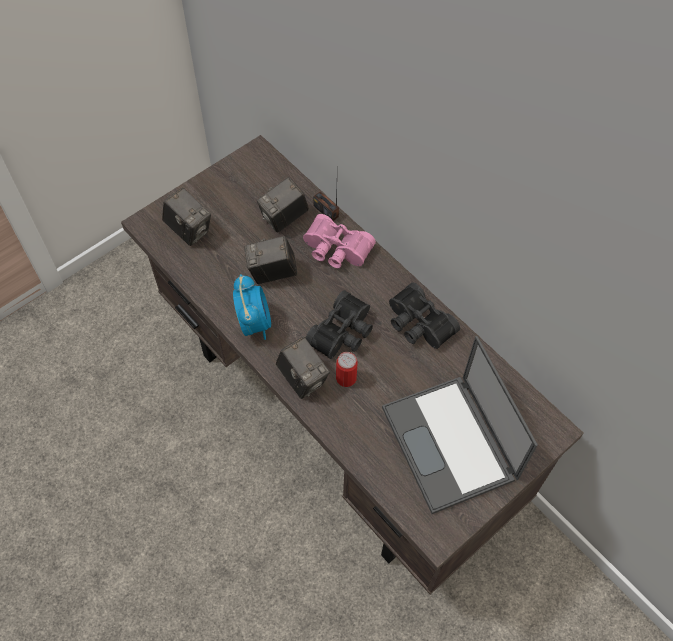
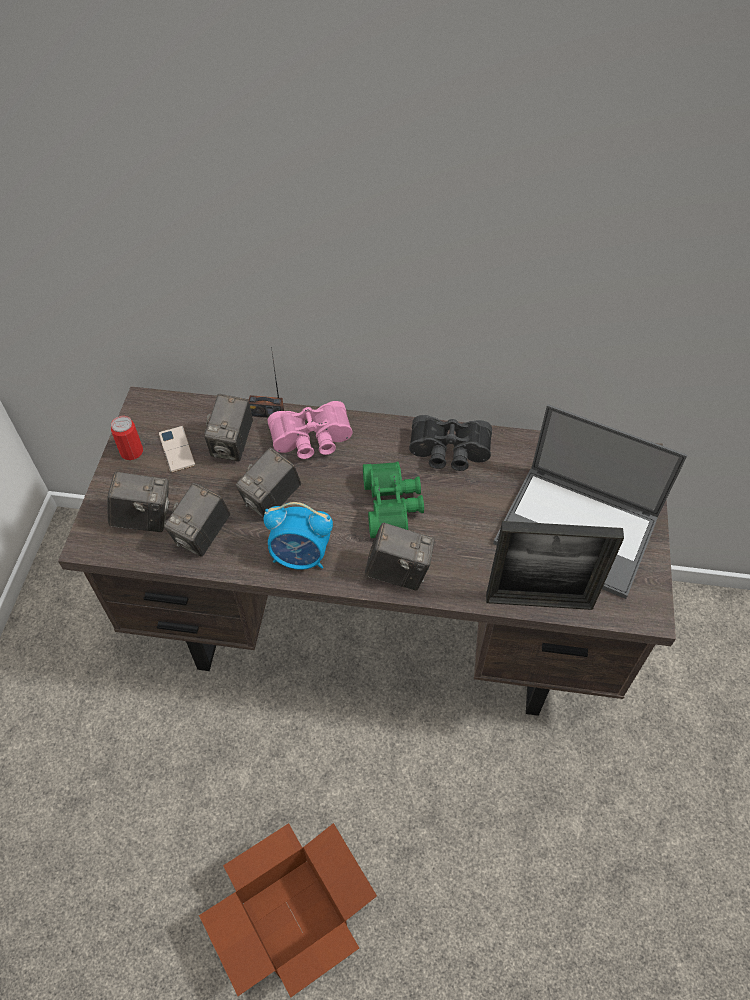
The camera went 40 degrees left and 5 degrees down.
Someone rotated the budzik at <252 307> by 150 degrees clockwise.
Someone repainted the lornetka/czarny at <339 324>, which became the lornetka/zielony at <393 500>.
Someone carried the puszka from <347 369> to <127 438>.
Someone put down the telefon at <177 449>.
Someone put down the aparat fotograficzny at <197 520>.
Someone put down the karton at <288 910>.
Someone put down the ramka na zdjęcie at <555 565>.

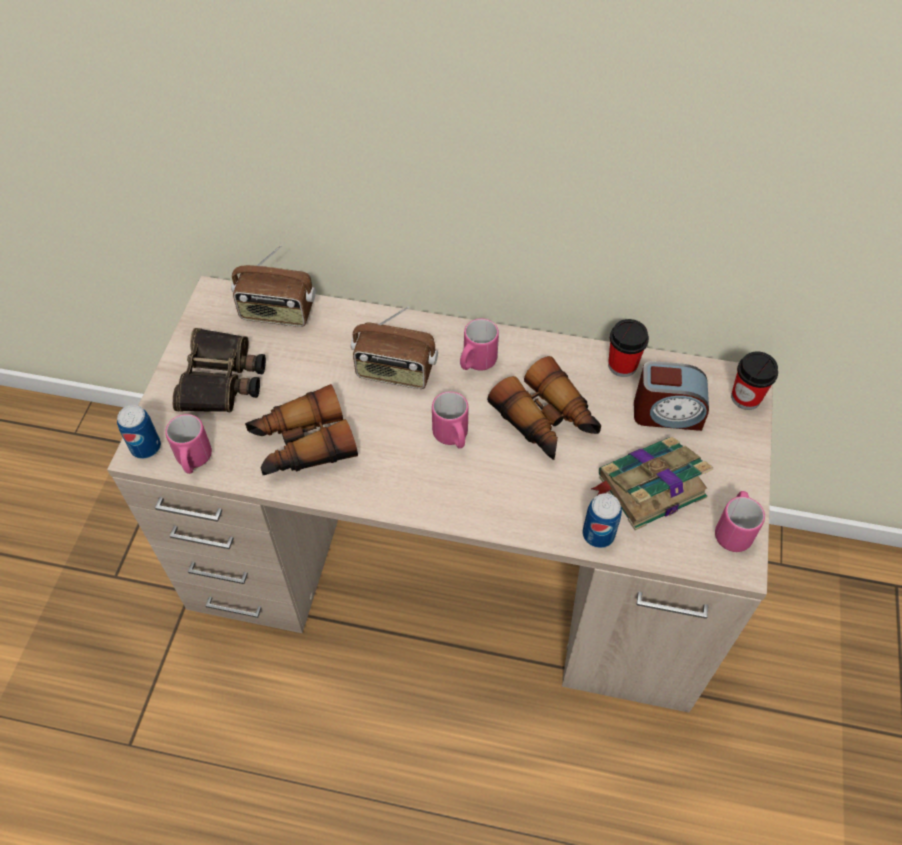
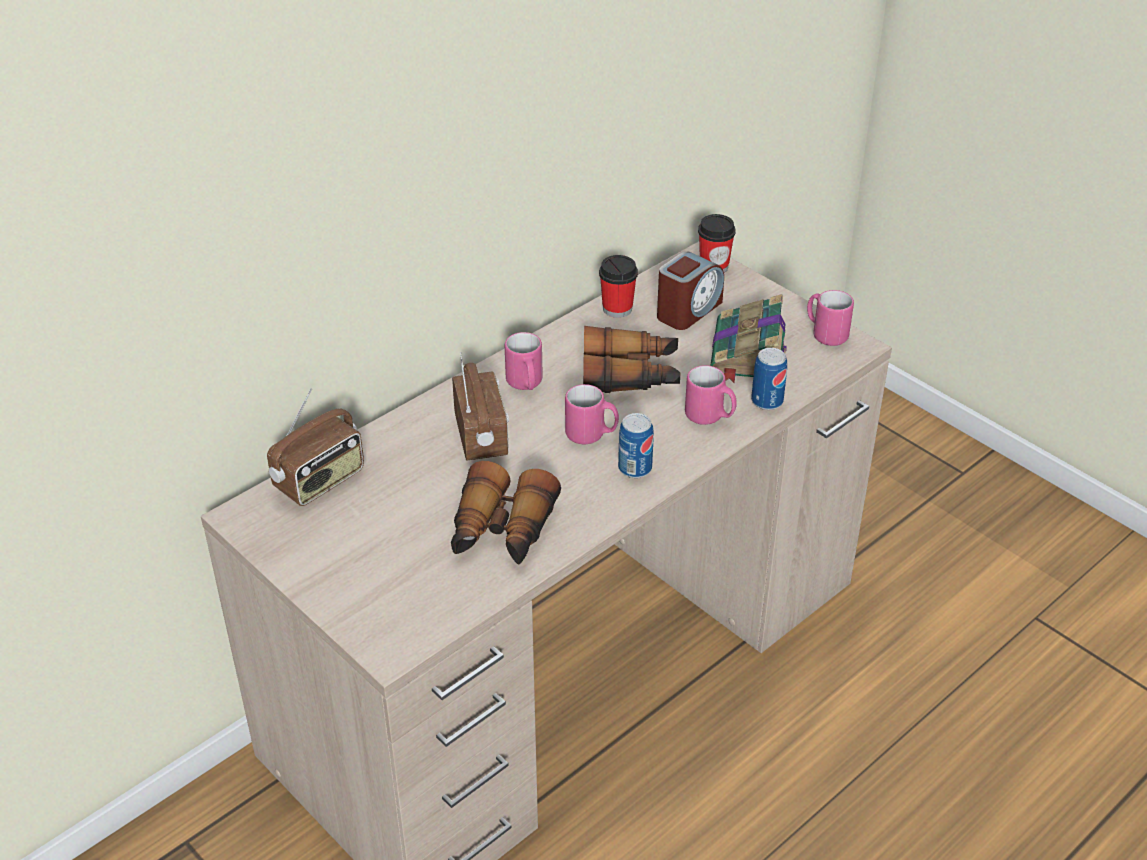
The camera went 55 degrees left and 15 degrees down.
Someone carried the puszka from <139 432> to <636 445>.
Someone carried the kubek/różowy from <188 444> to <711 395>.
Someone took away the lornetka at <219 370>.
Someone rotated the radio at <394 348> by 60 degrees counterclockwise.

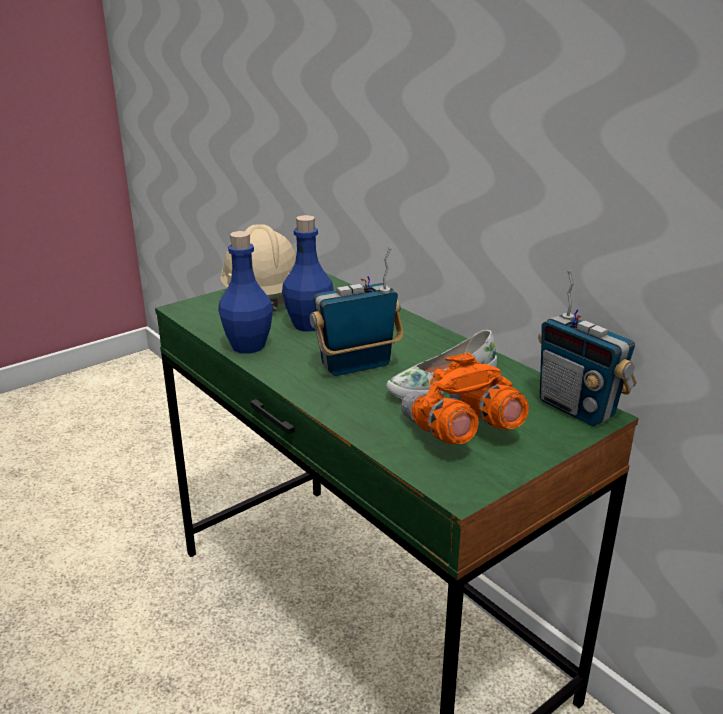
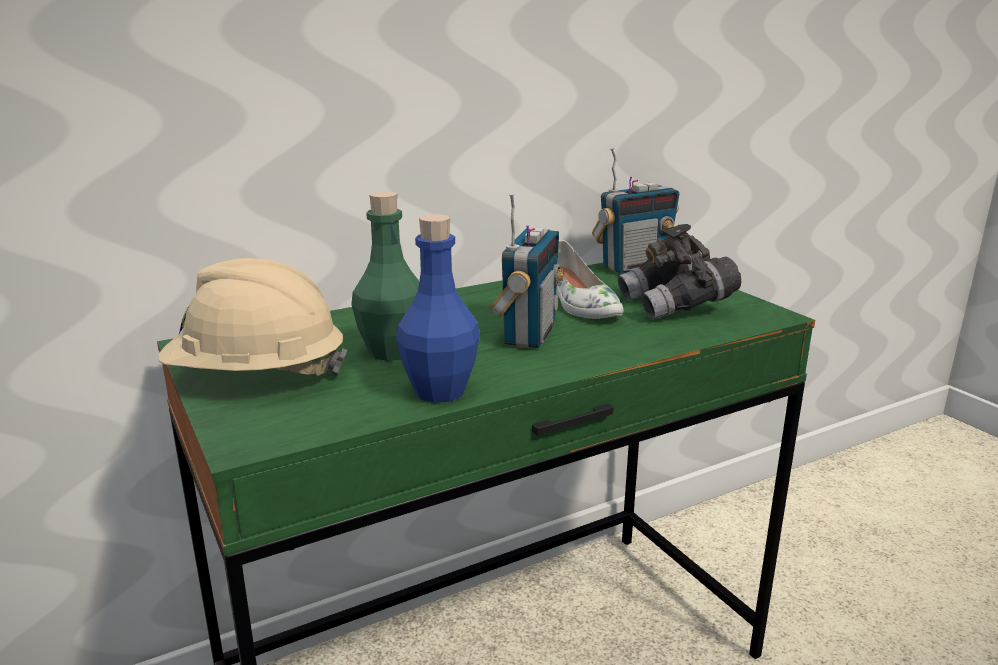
The camera went 80 degrees left and 5 degrees down.
Someone repainted the butelka/niebieski at <308 273>, which became the butelka/zielony at <385 276>.
Someone rotated the radio at <356 311> by 150 degrees counterclockwise.
Someone repainted the lornetka/pomarańczowy at <465 398>, which became the lornetka/szary at <679 272>.

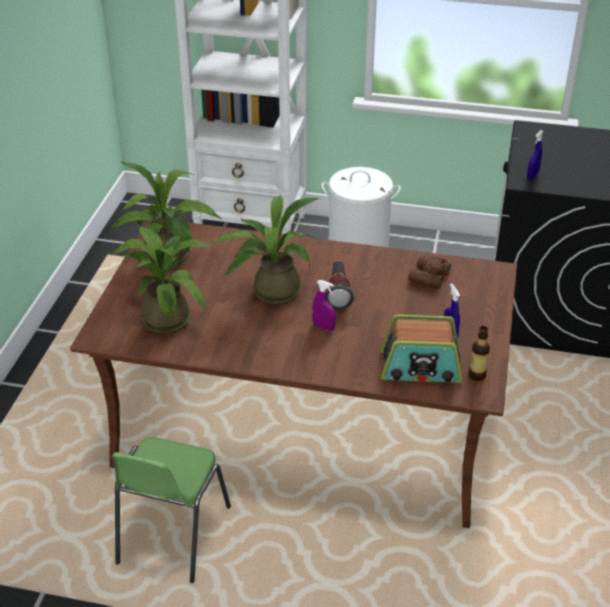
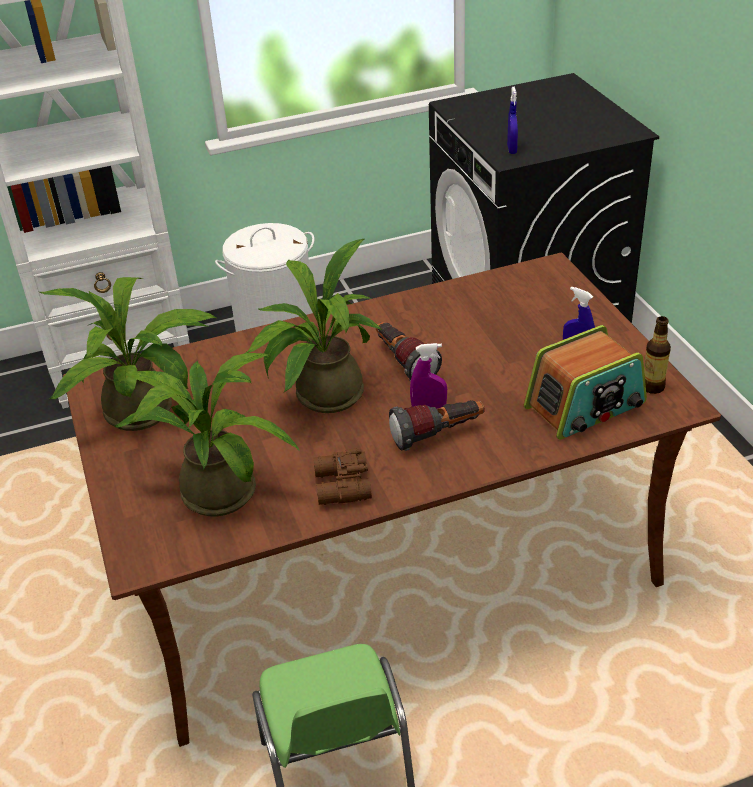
The camera went 30 degrees left and 0 degrees up.
Someone carried the lornetka/brązowy from <429 272> to <342 476>.
Someone put down the latarka at <437 425>.

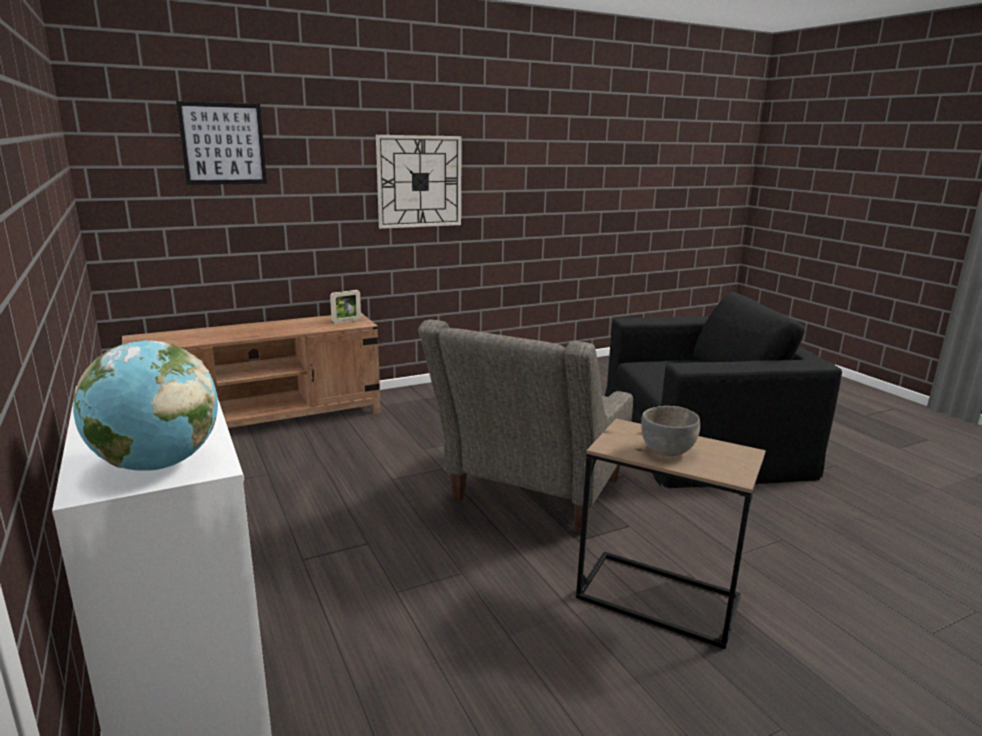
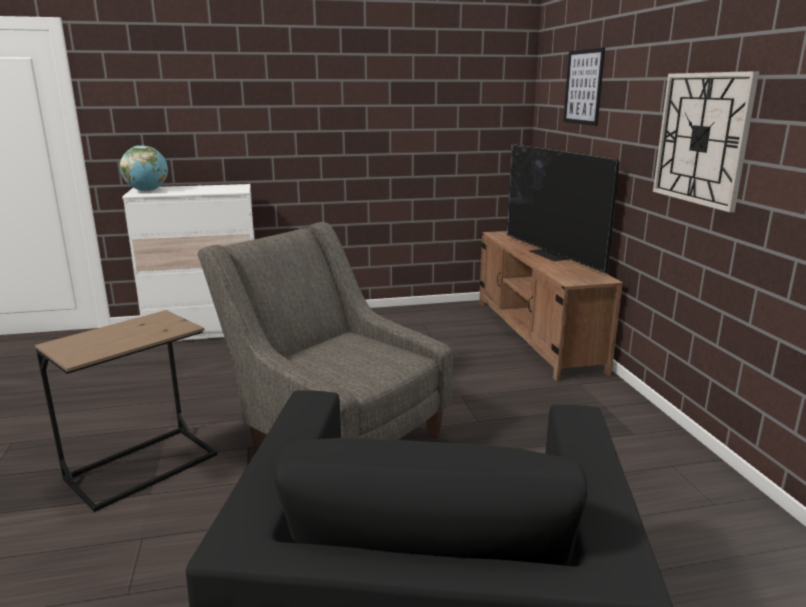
The camera went 105 degrees right and 0 degrees up.
Someone took away the ramka na zdjęcie at <345 307>.
Someone took away the miska/szary at <670 431>.
Someone put down the telewizor at <563 208>.

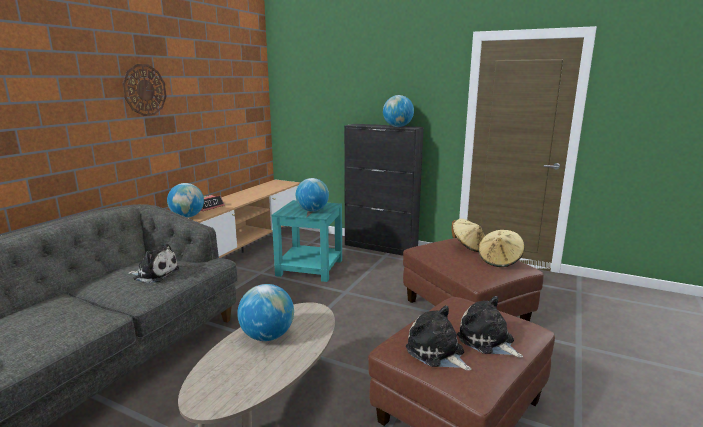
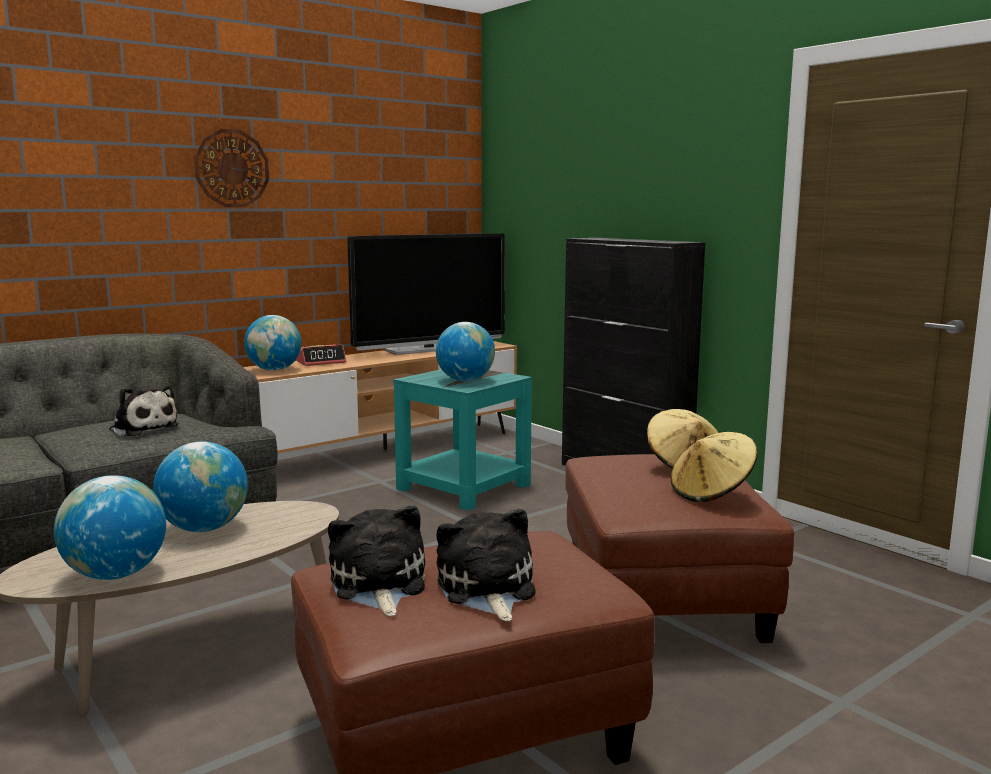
The camera went 25 degrees right and 5 degrees down.
Someone carried the globus from <398 111> to <110 527>.
Someone put down the telewizor at <426 294>.

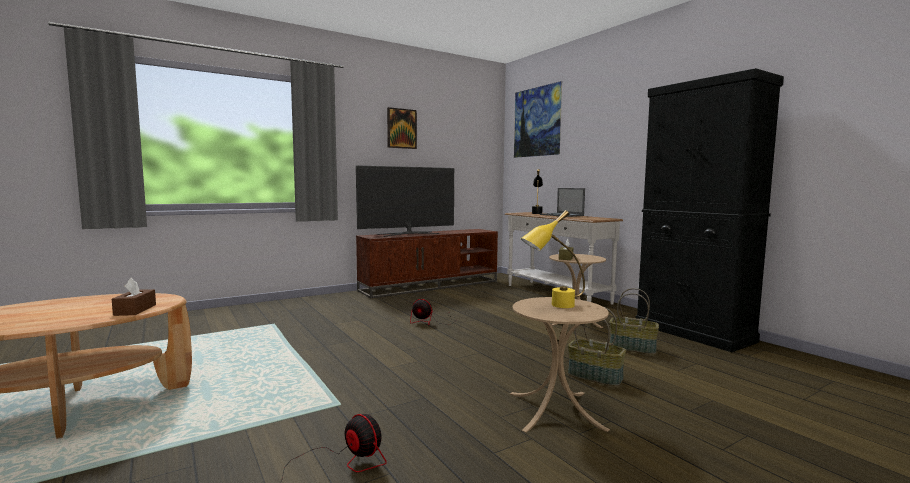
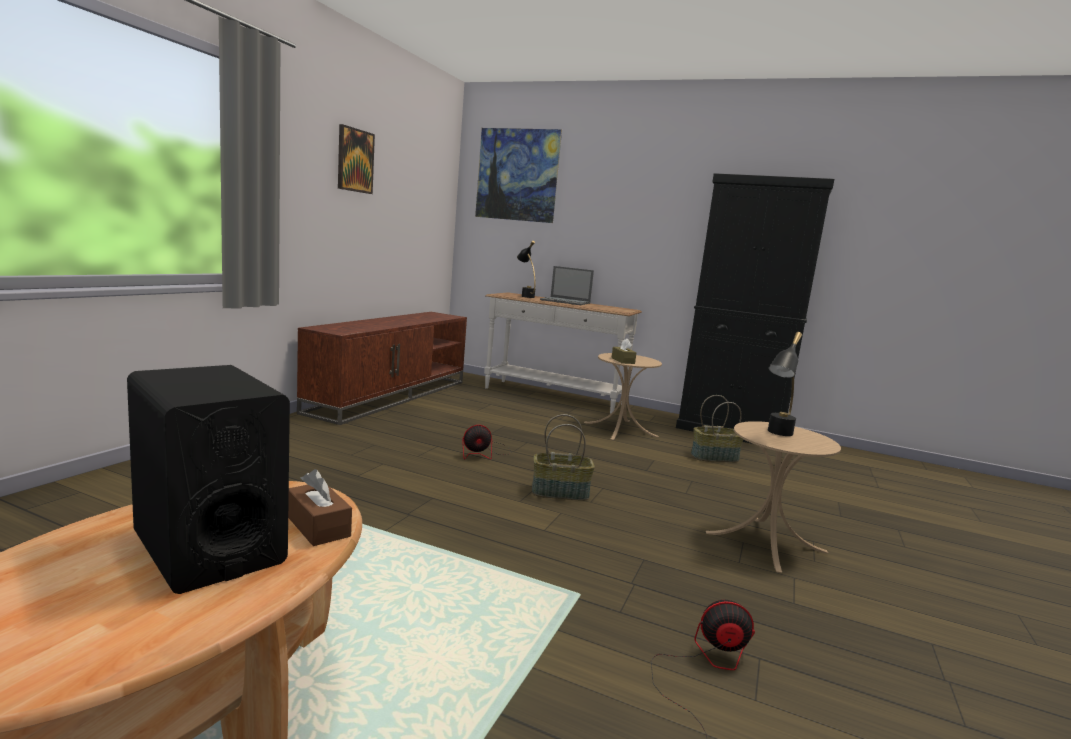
The camera went 35 degrees left and 5 degrees up.
Someone took away the telewizor at <405 201>.
Someone repainted the lampa stołowa/żółty at <553 259>, which became the lampa stołowa/czarny at <785 384>.
Someone carried the koszyk from <597 346> to <563 457>.
Someone put down the głośnik/czarny at <208 479>.

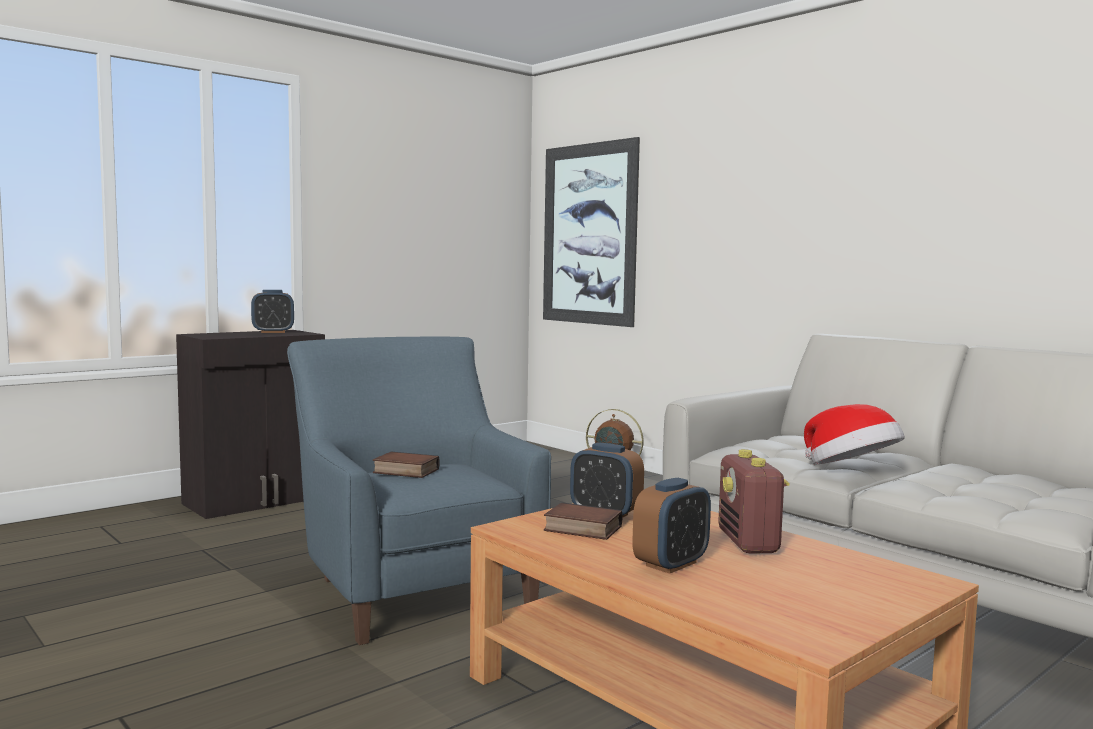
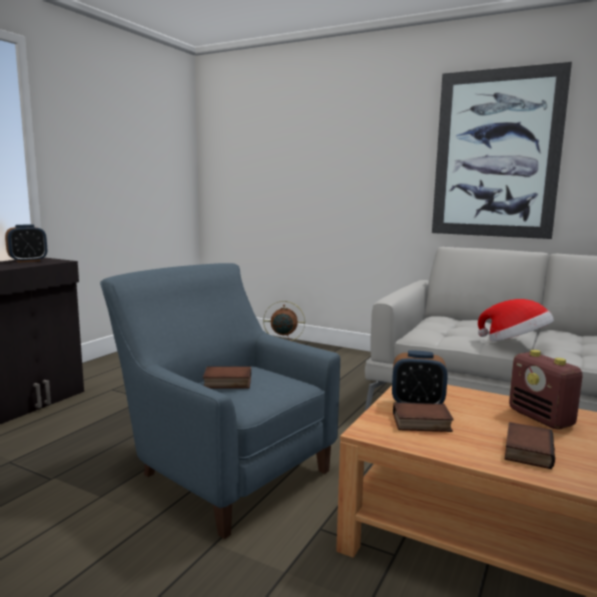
The camera went 20 degrees left and 5 degrees up.
Someone carried the obraz from <591 232> to <502 150>.
Someone swapped the budzik at <671 526> for the książka at <530 445>.

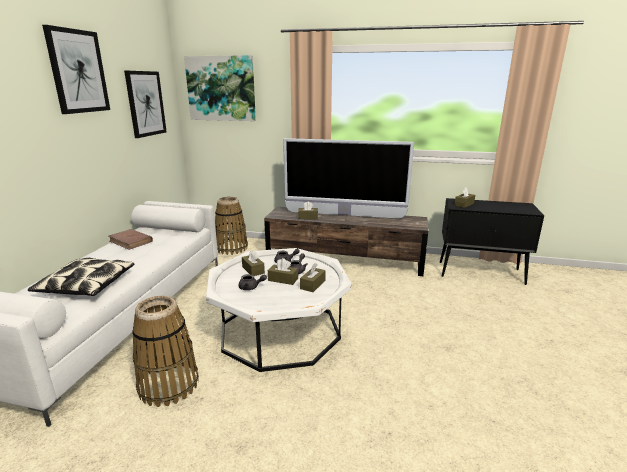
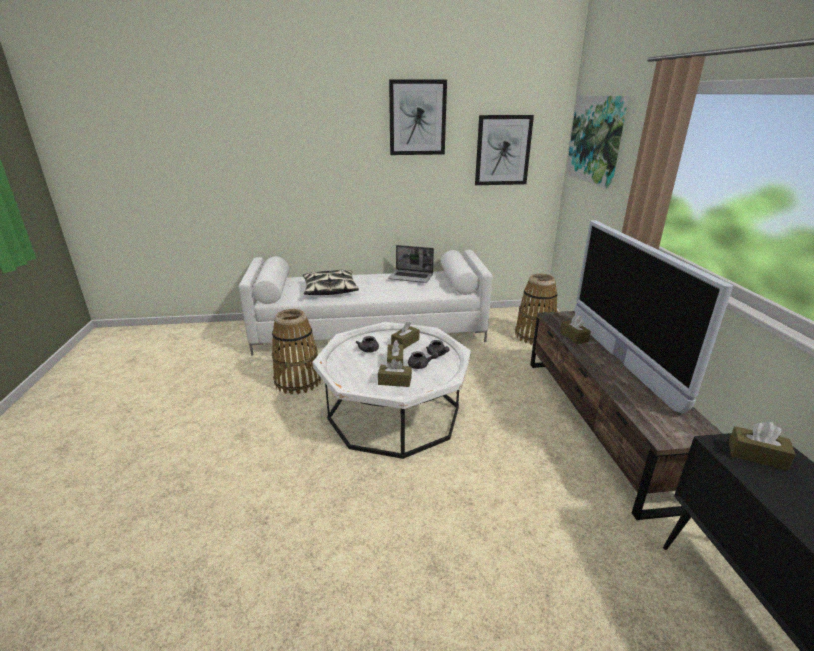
The camera went 70 degrees right and 5 degrees up.
Someone swapped the książka/brązowy at <131 239> for the laptop at <411 264>.

